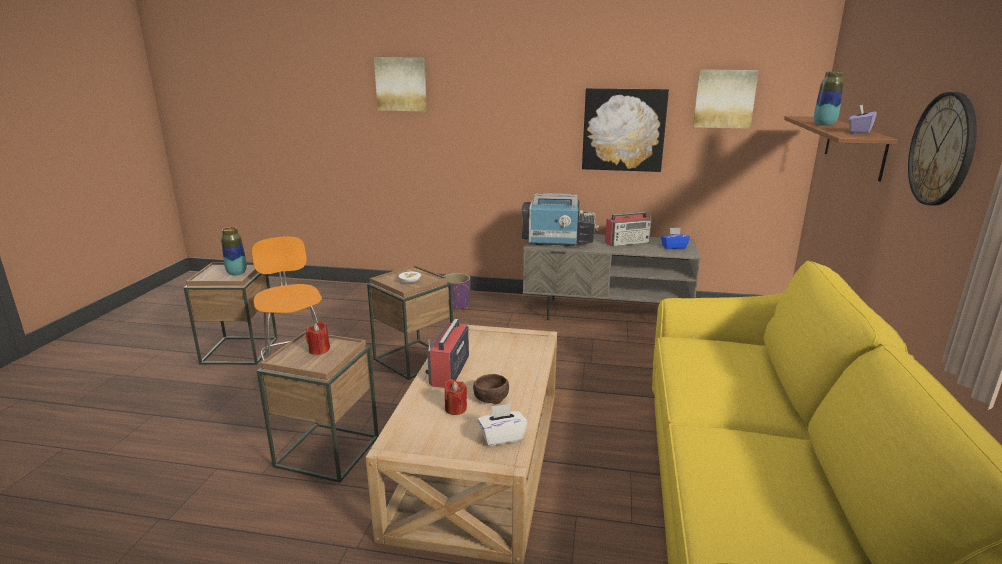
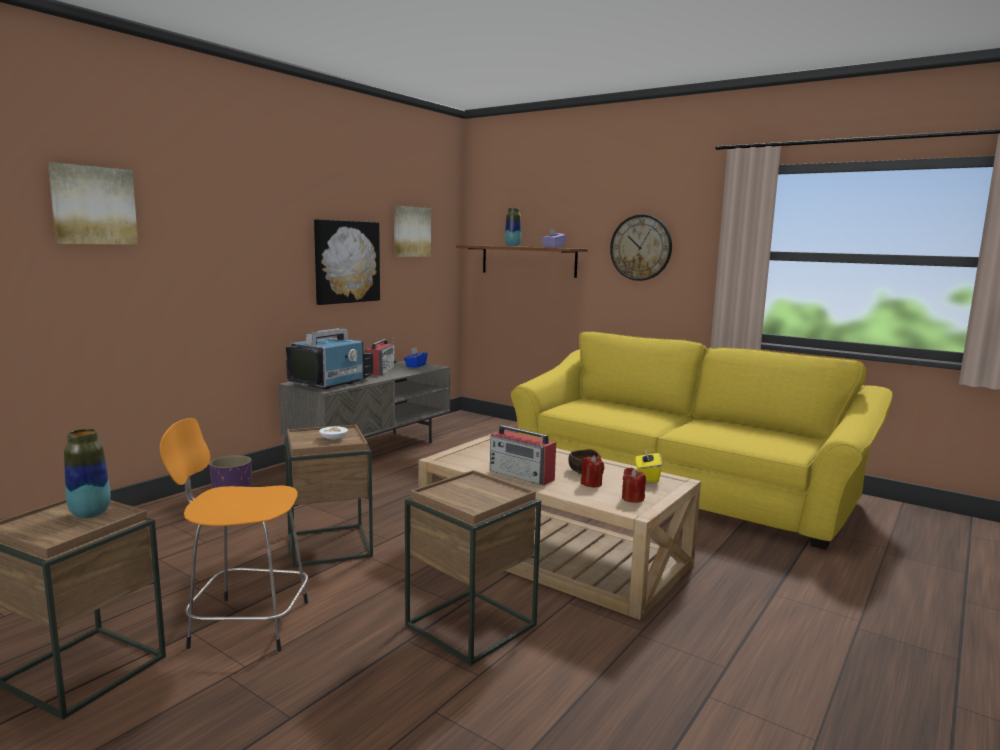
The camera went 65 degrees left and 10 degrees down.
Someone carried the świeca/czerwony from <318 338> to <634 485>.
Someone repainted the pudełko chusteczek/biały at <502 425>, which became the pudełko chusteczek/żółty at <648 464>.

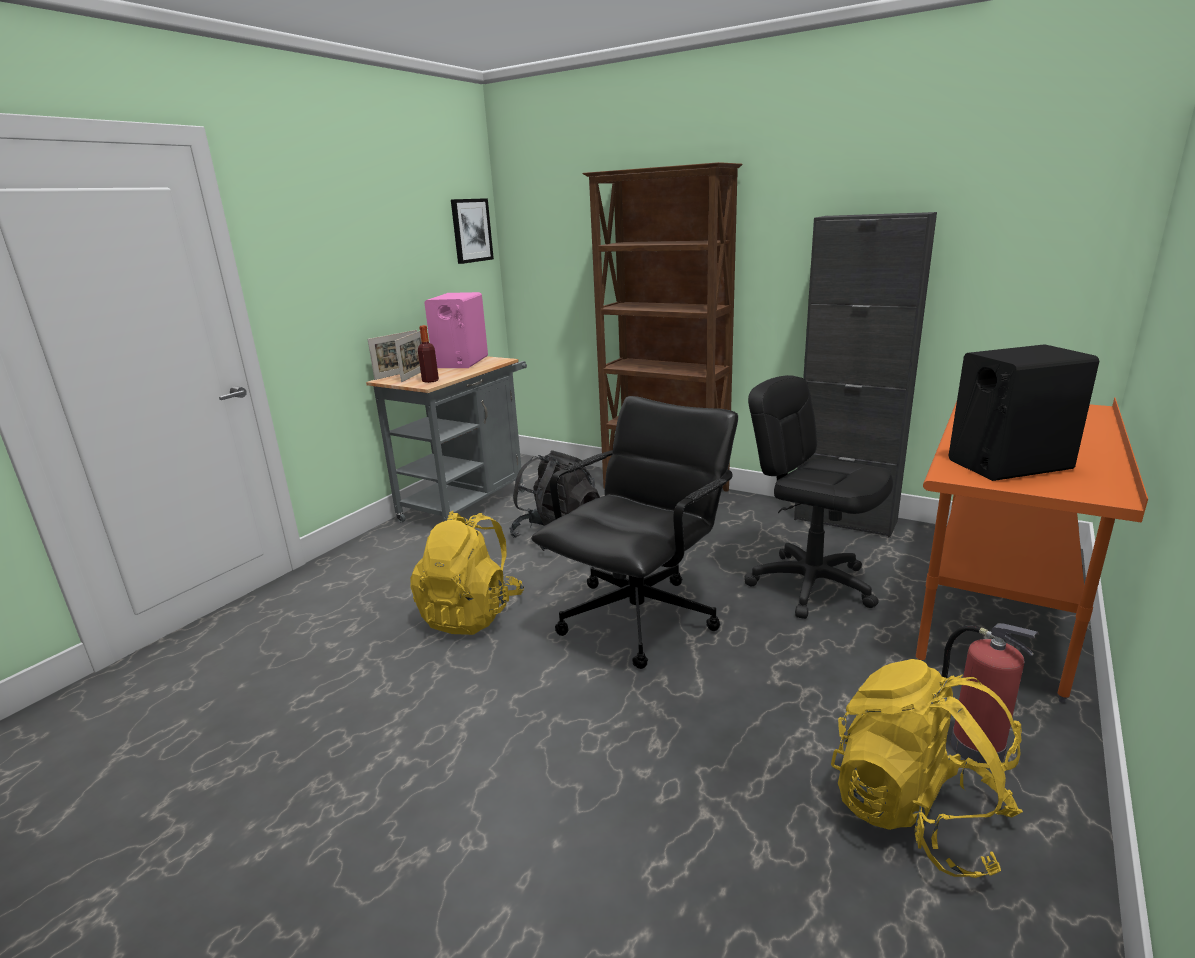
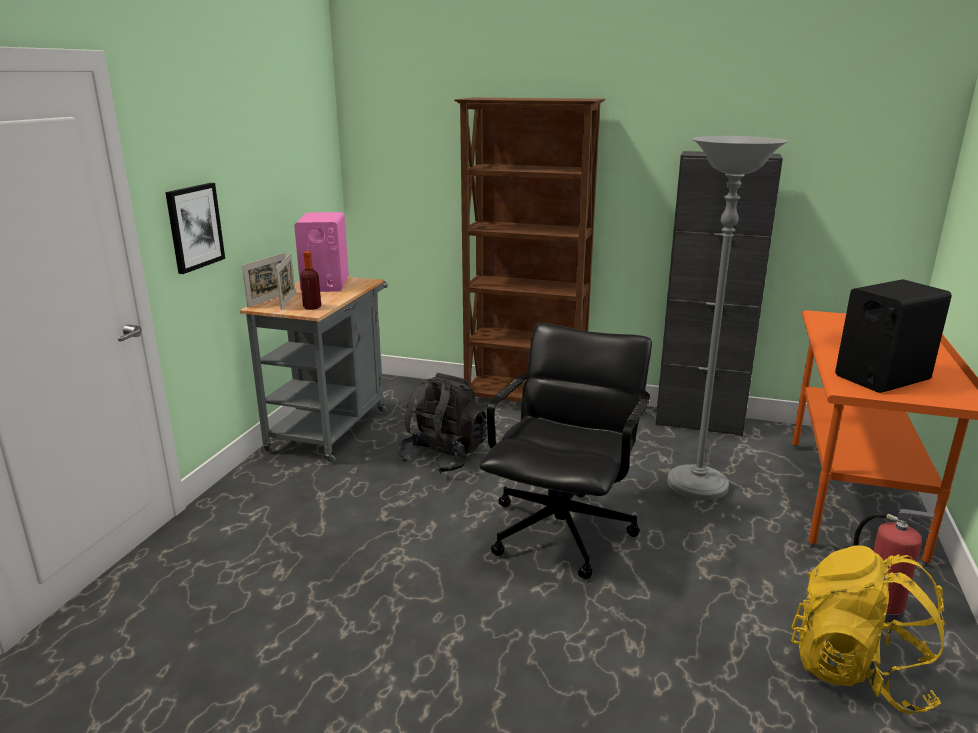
The camera went 15 degrees left and 0 degrees up.
Someone took away the plecak/żółty at <467 573>.
Someone carried the obraz from <472 231> to <195 228>.
Someone swapped the krzesło biurowe/czarny at <818 497> for the lampa stojąca/szary at <727 318>.

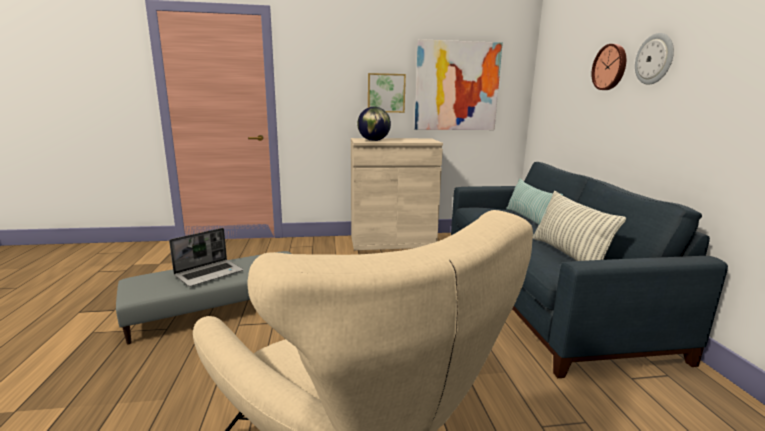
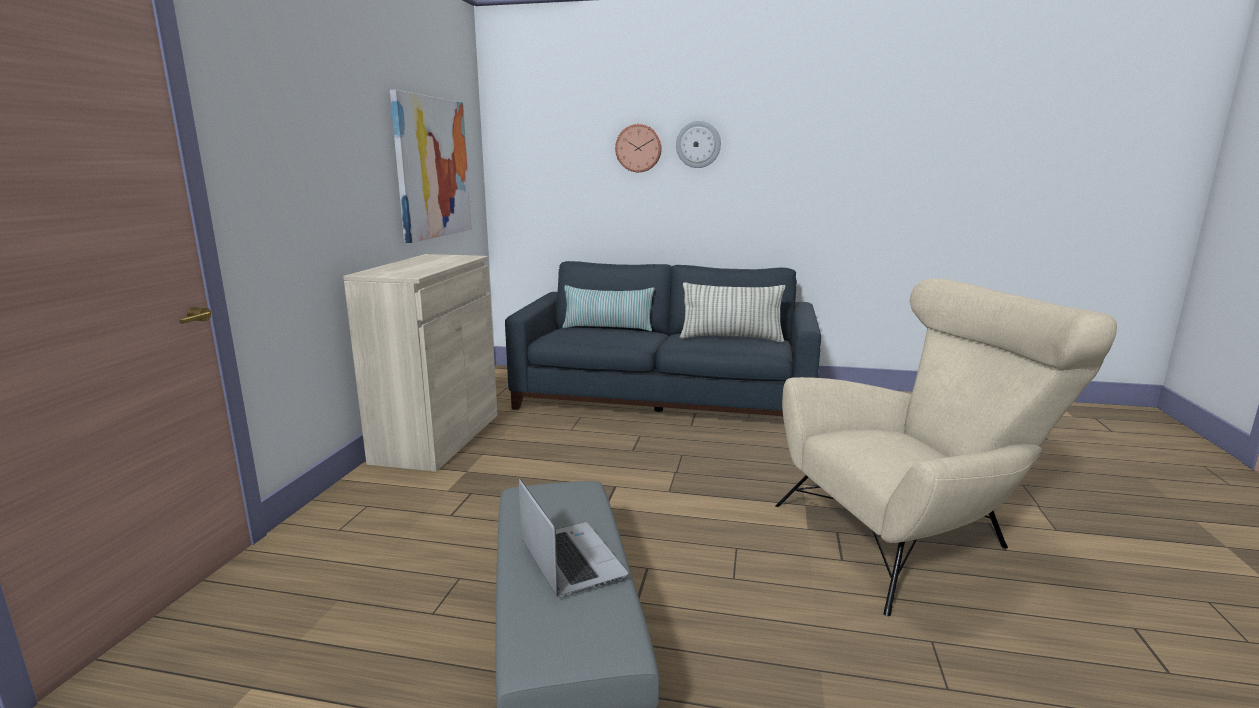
The camera went 70 degrees left and 0 degrees up.
Someone took away the globus at <374 124>.
Someone took away the obraz at <387 93>.

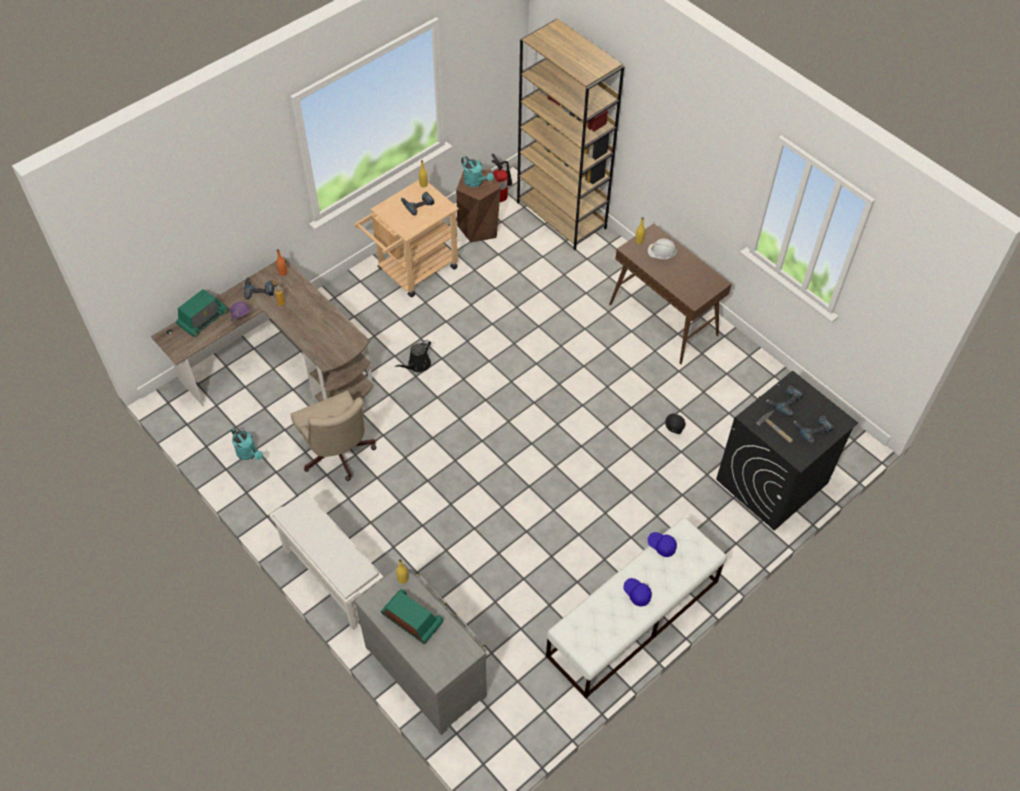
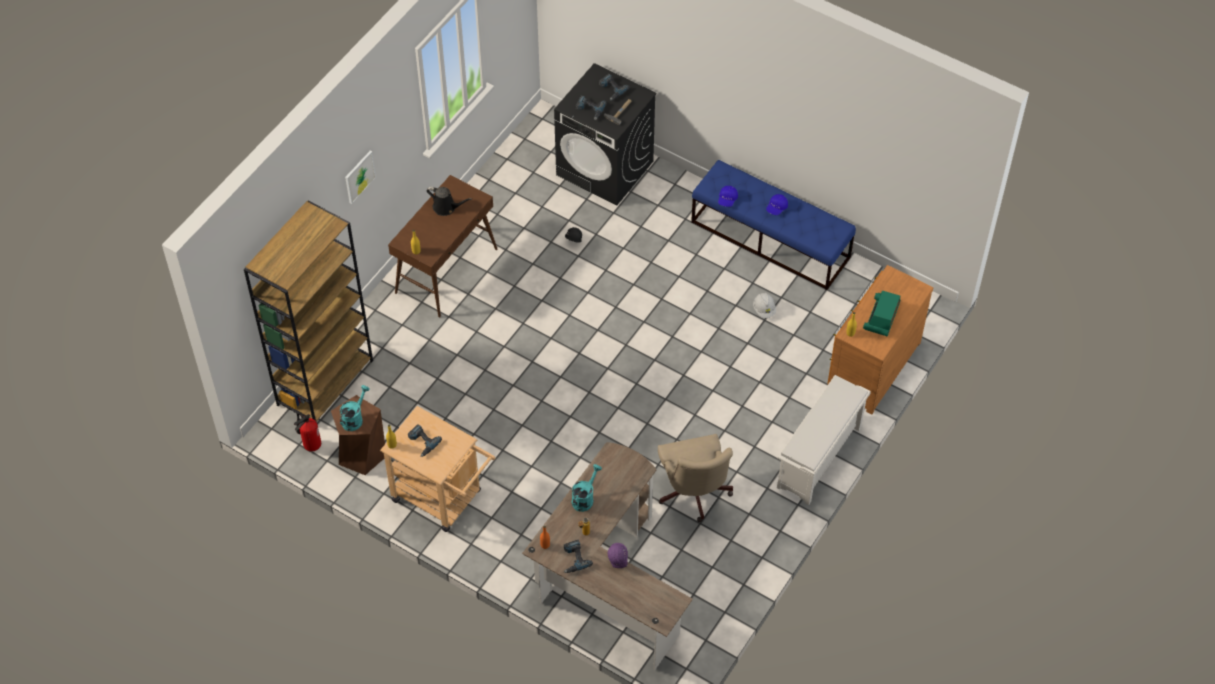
The camera went 105 degrees left and 0 degrees up.
Someone took away the radio at <202 313>.
Someone carried the konewka/turkusowy from <247 444> to <587 488>.
Someone rotated the krzesło biurowe/beżowy at <333 436> by 120 degrees clockwise.
Someone repainted the komoda/szary at <420 649>, which became the komoda/brązowy at <880 339>.
Someone carried the konewka/czarny from <413 356> to <449 201>.
Someone repainted the ławka/biały at <636 608>, which became the ławka/niebieski at <773 225>.
Someone carried the kask/biały from <662 249> to <764 305>.
Someone put up the obraz at <360 177>.

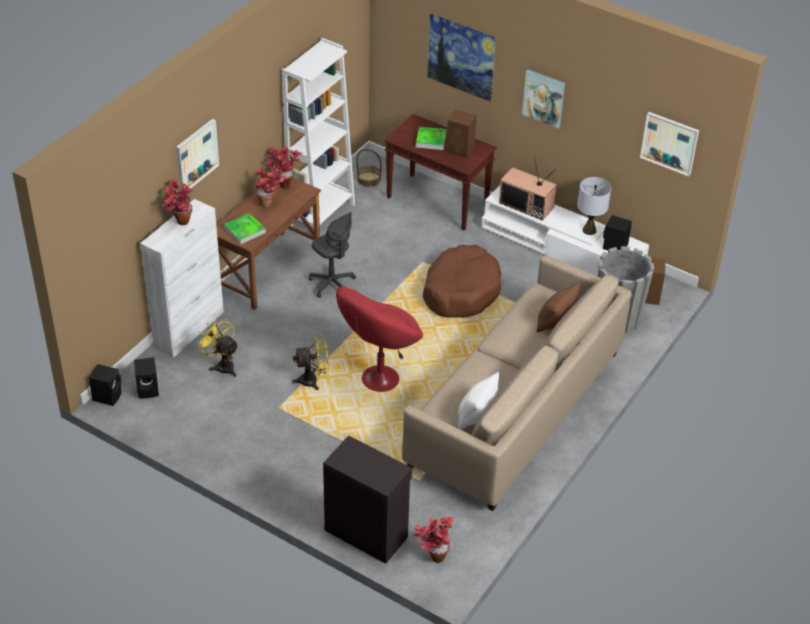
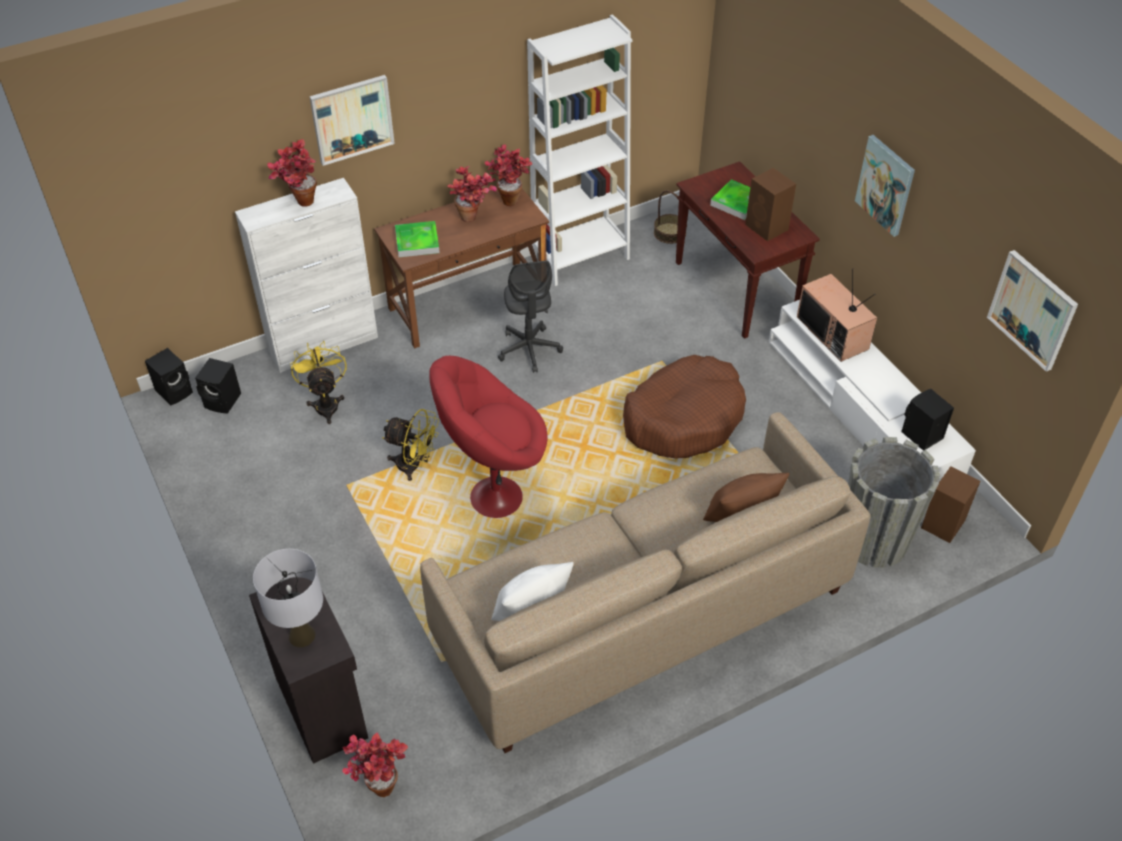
The camera went 30 degrees right and 5 degrees up.
Someone took away the obraz at <461 57>.
Someone carried the lampa stołowa/szary from <594 206> to <288 598>.

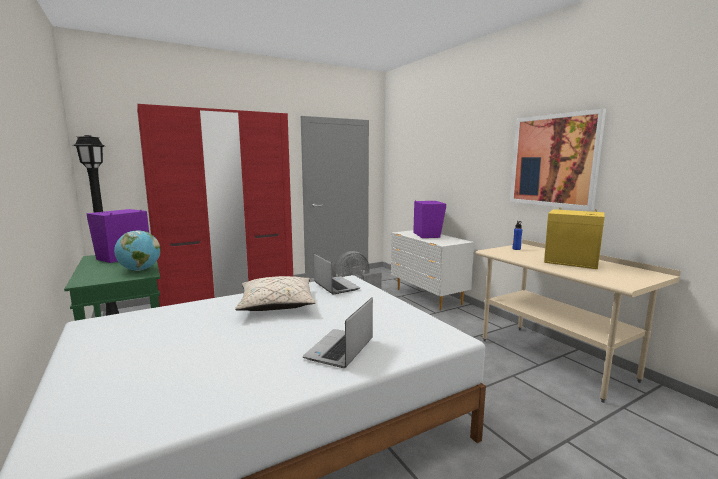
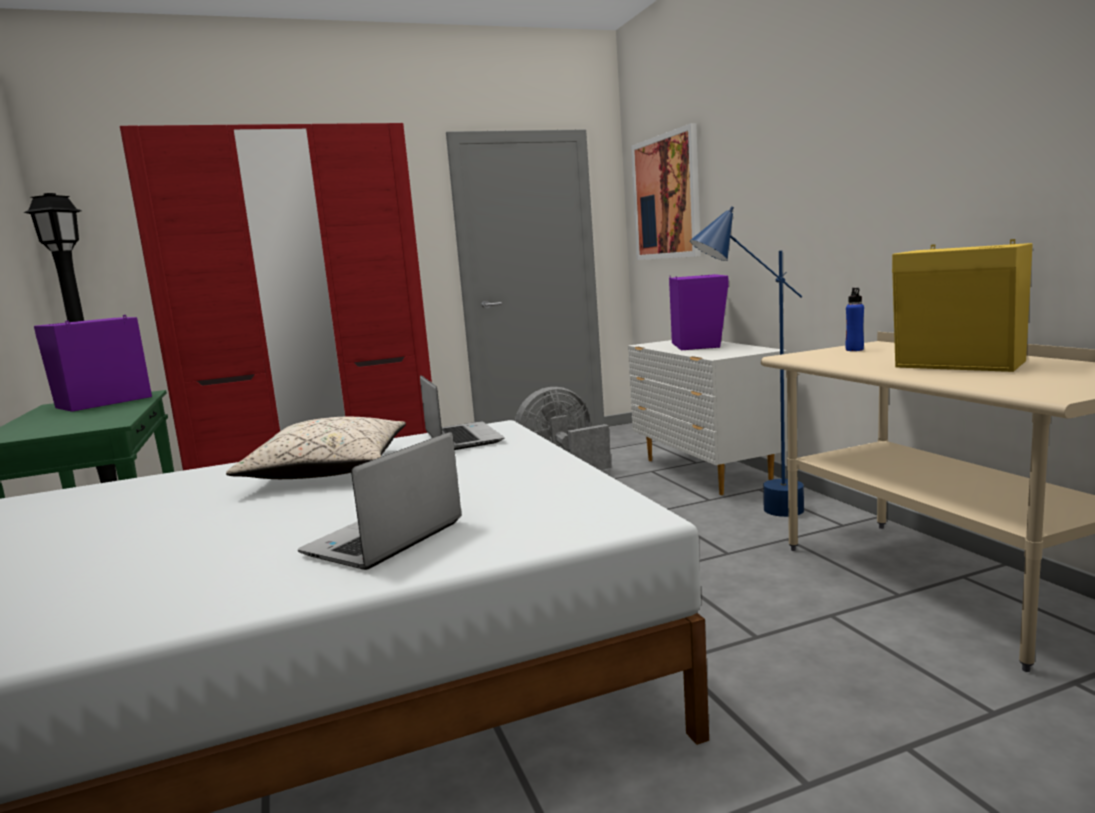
The camera went 10 degrees right and 0 degrees up.
Someone took away the globus at <137 250>.
Someone carried the obraz from <558 159> to <666 191>.
Someone put down the lampa stojąca/niebieski at <747 361>.

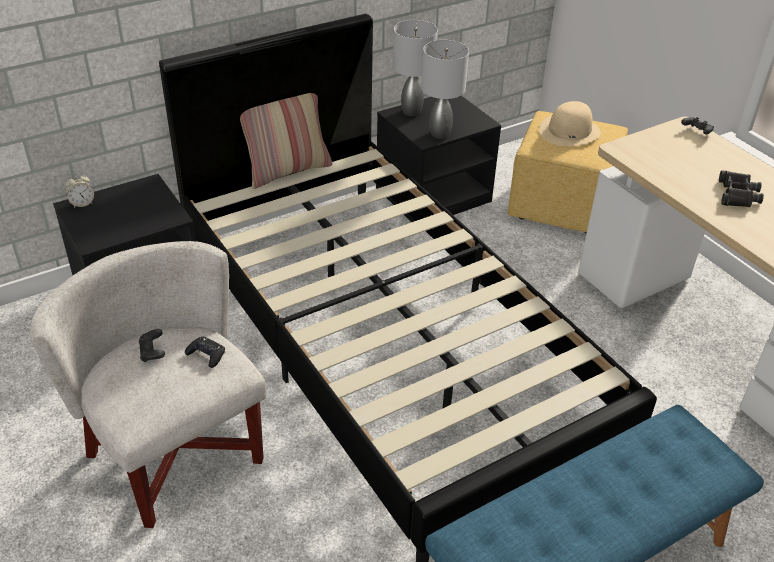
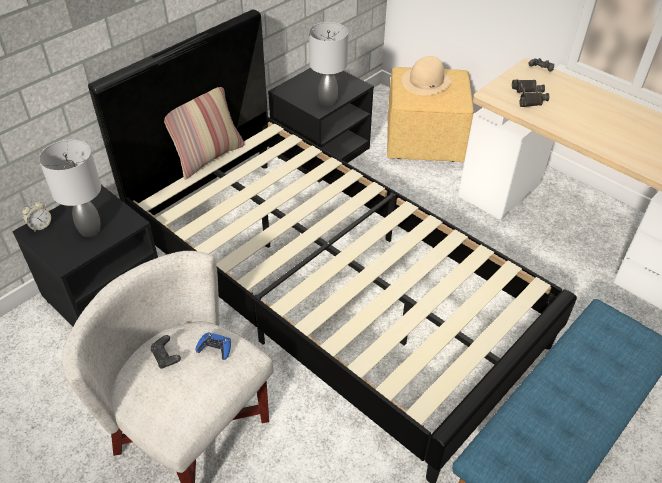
The camera went 15 degrees left and 5 degrees up.
Someone repainted the pad do gier/czarny at <205 352>, which became the pad do gier/niebieski at <213 346>.
Someone carried the lampa stołowa/szary from <415 68> to <70 188>.
Someone carried the lornetka/czarny from <741 188> to <530 93>.

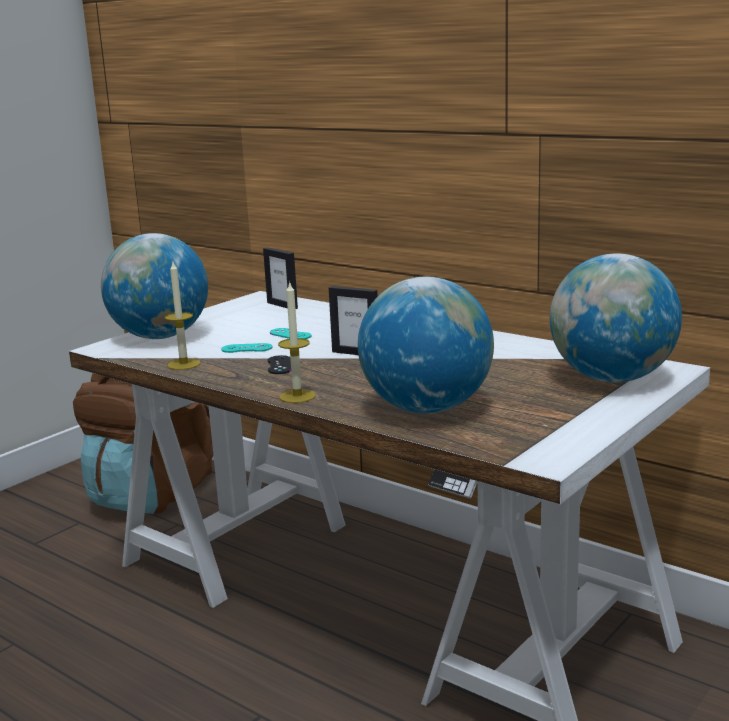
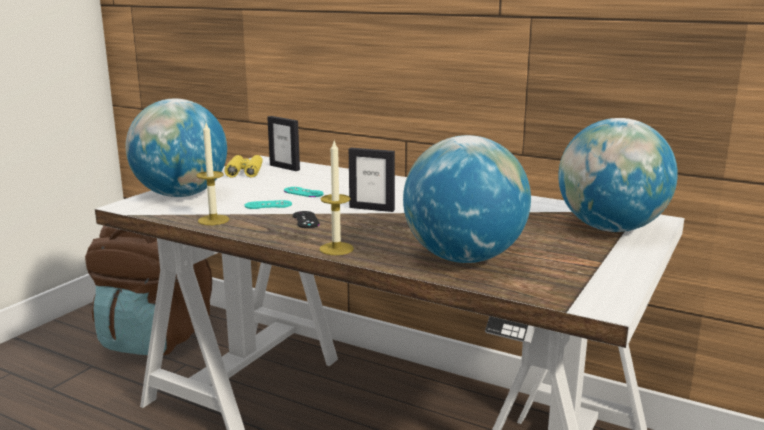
The camera went 10 degrees left and 0 degrees up.
Someone put down the lornetka/żółty at <243 166>.

